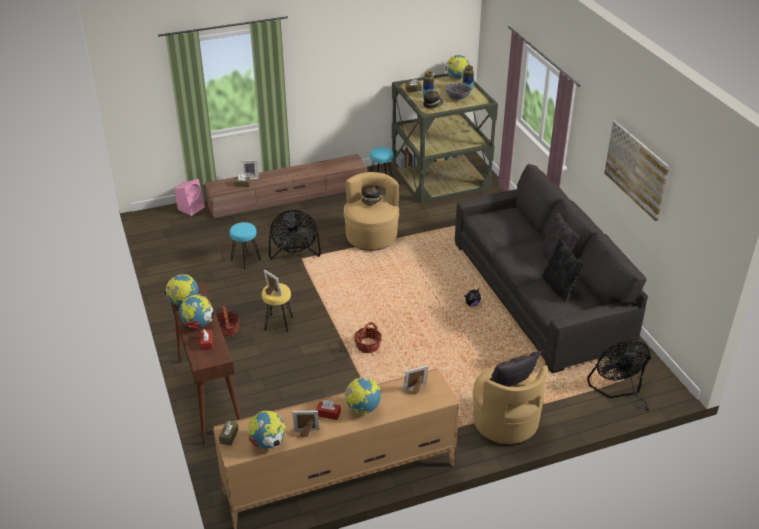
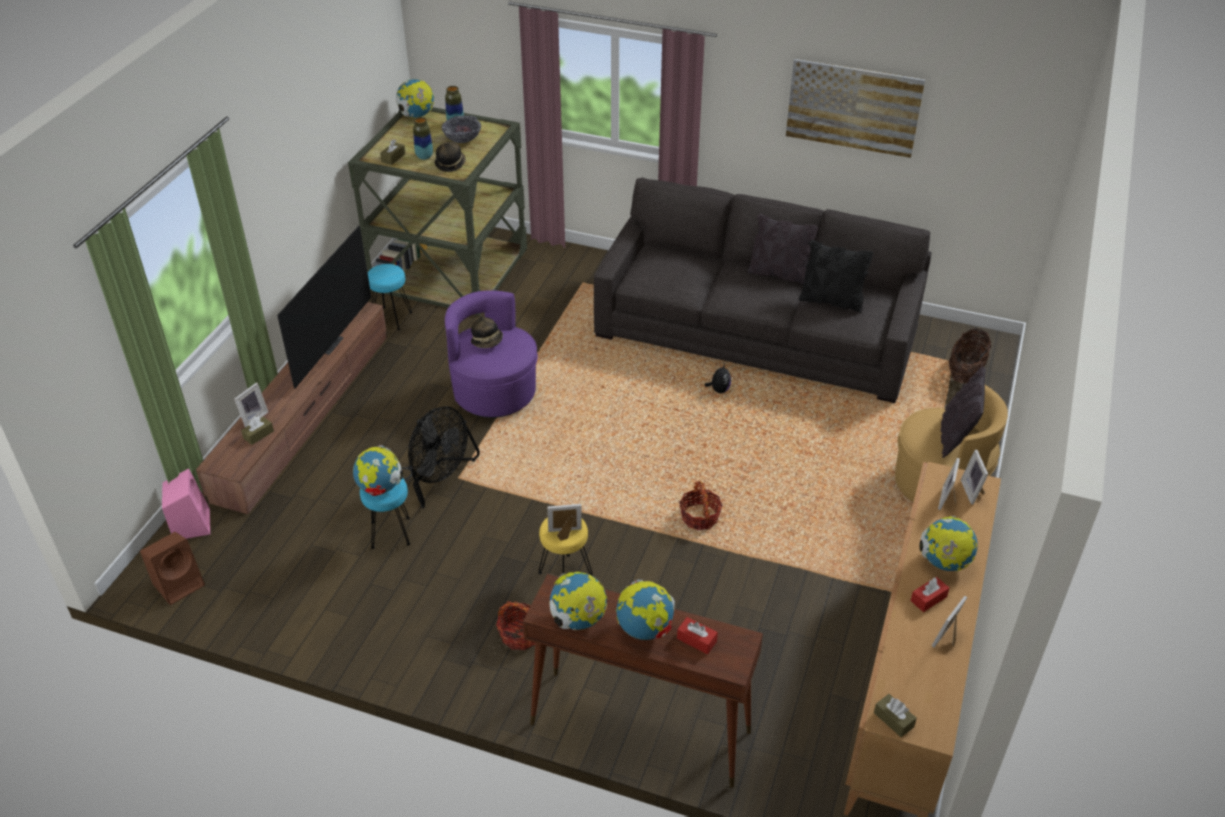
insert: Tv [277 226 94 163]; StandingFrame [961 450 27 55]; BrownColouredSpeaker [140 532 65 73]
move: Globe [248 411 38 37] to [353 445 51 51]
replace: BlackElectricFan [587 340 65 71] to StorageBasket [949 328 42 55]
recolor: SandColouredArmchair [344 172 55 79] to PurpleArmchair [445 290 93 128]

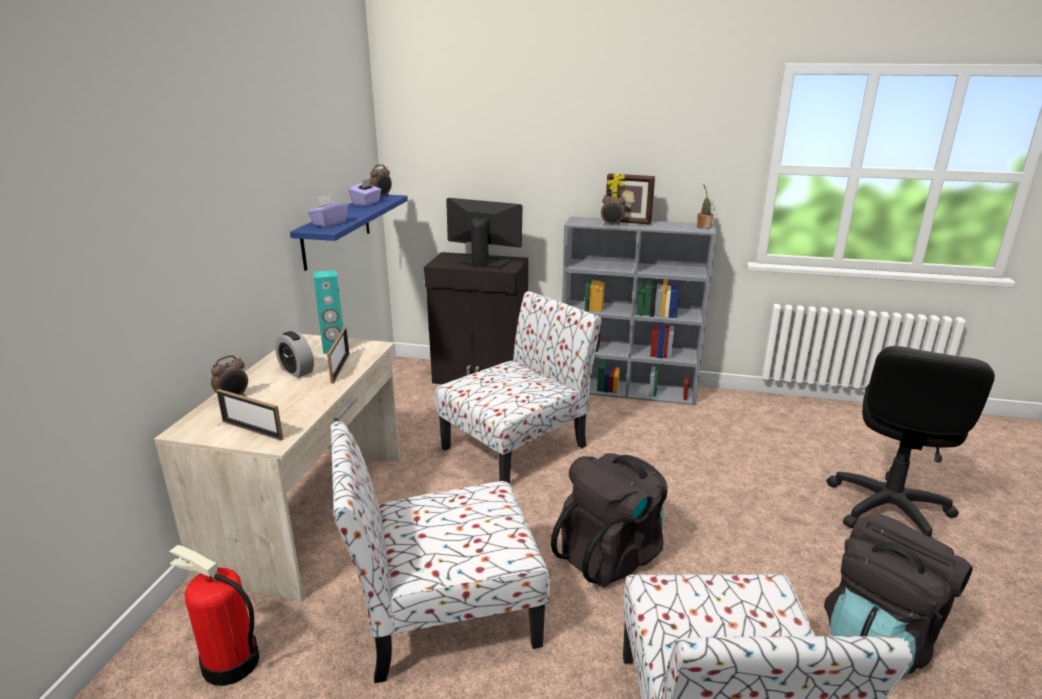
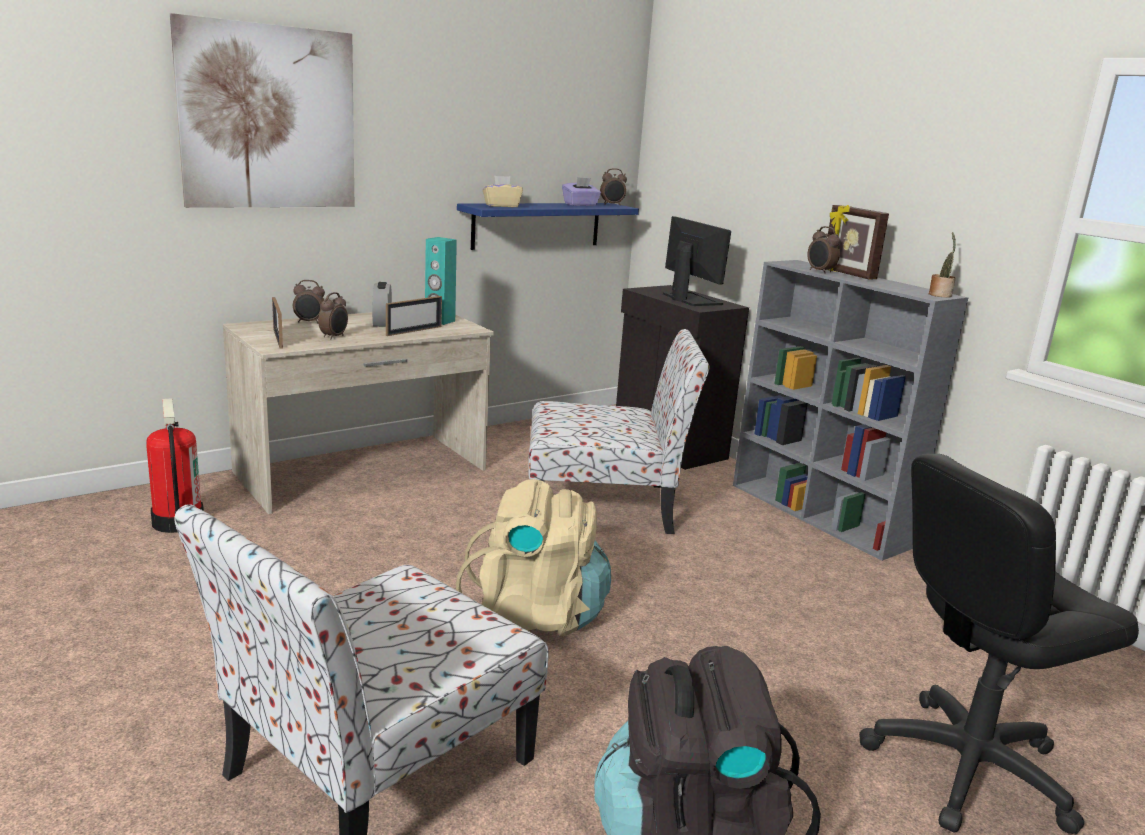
delete: UprightChair [330 421 220 262]
insert: WallArt [170 13 184 195]; TableClock [318 292 30 47]
recolor: PurpleTissueHolder [308 195 40 32] to SandColouredTissueHolder [483 176 40 31]; BlackRucksack [551 453 117 134] to SandColouredRucksack [456 479 155 157]

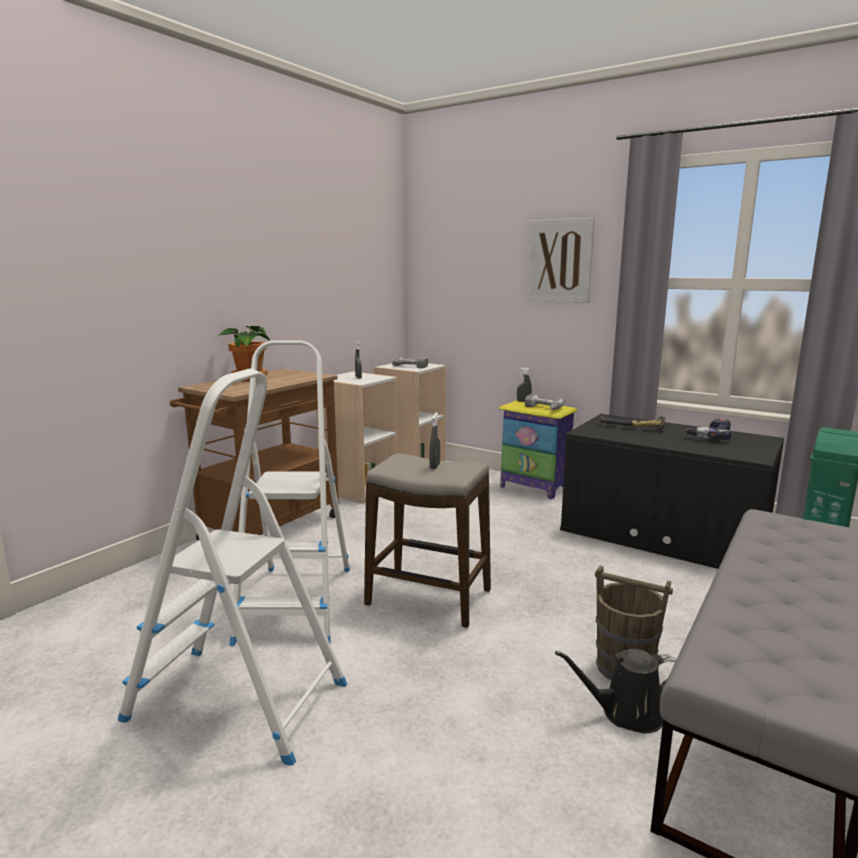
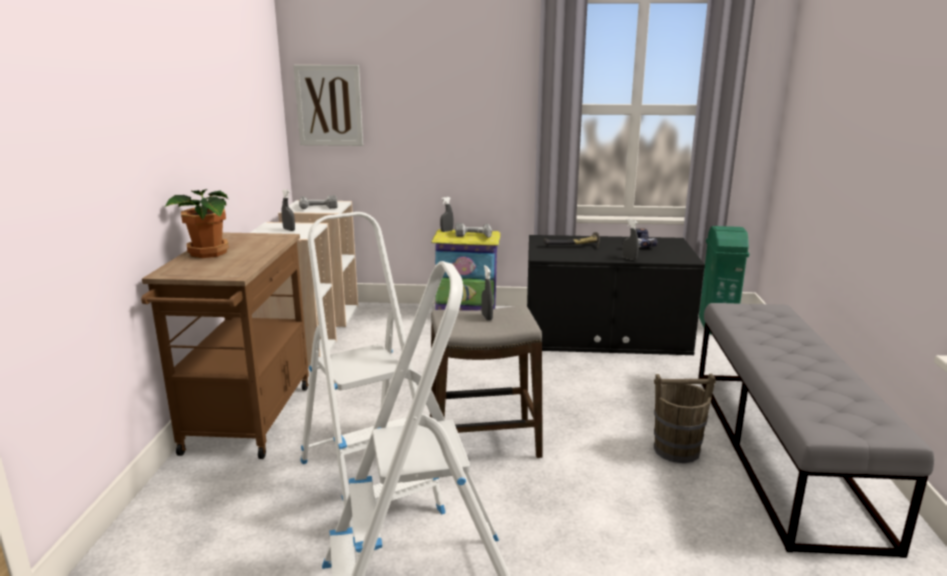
delete: BlackWateringPot [555 649 121 84]
insert: GreyishSprayBottle [622 219 17 41]
move: WallArt [527 218 68 85] to [293 65 70 81]

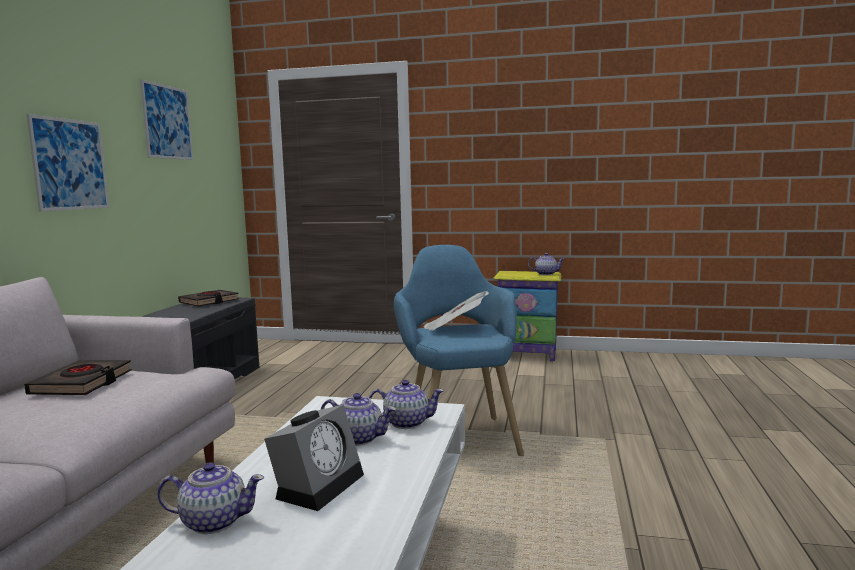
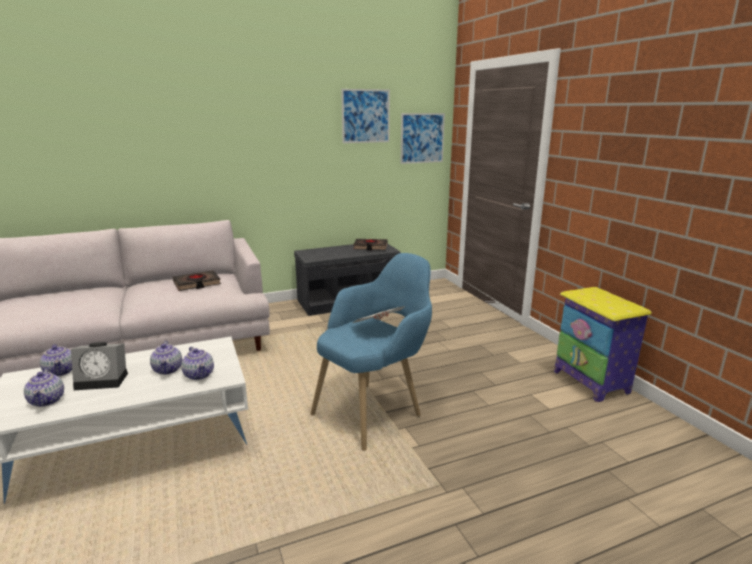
move: WallArt [27 114 82 97] to [400 113 45 51]; PotForTea [528 253 37 22] to [24 368 40 39]

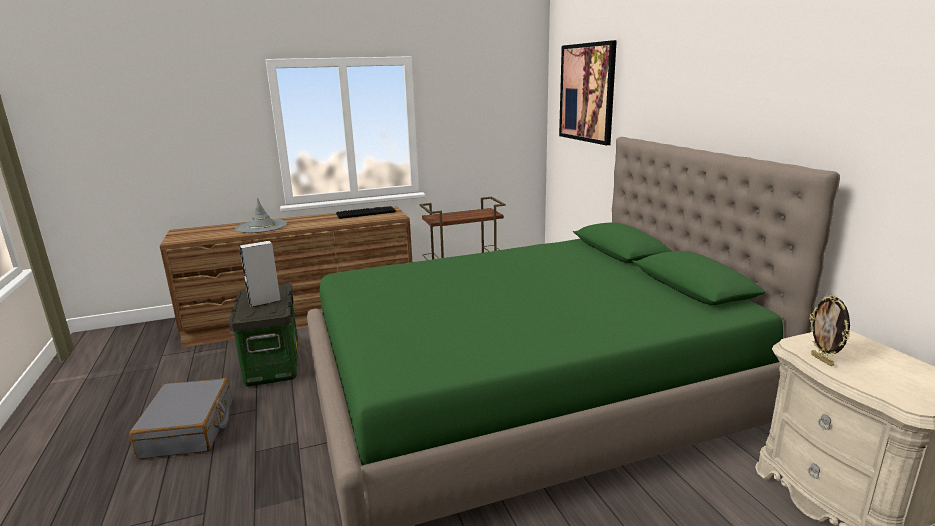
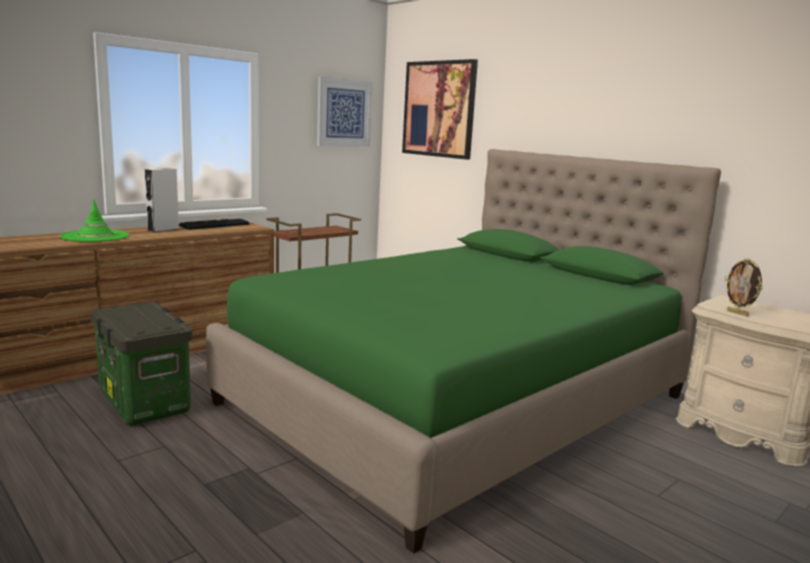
delete: GreyishPieceOfLuggage [129 378 103 81]
insert: WallArt [317 76 55 71]
move: GreyishSpeaker [239 241 42 66] to [145 168 34 64]
recolor: GreyishWearableHat [235 198 52 35] to GreenColouredWearableHat [60 199 69 43]

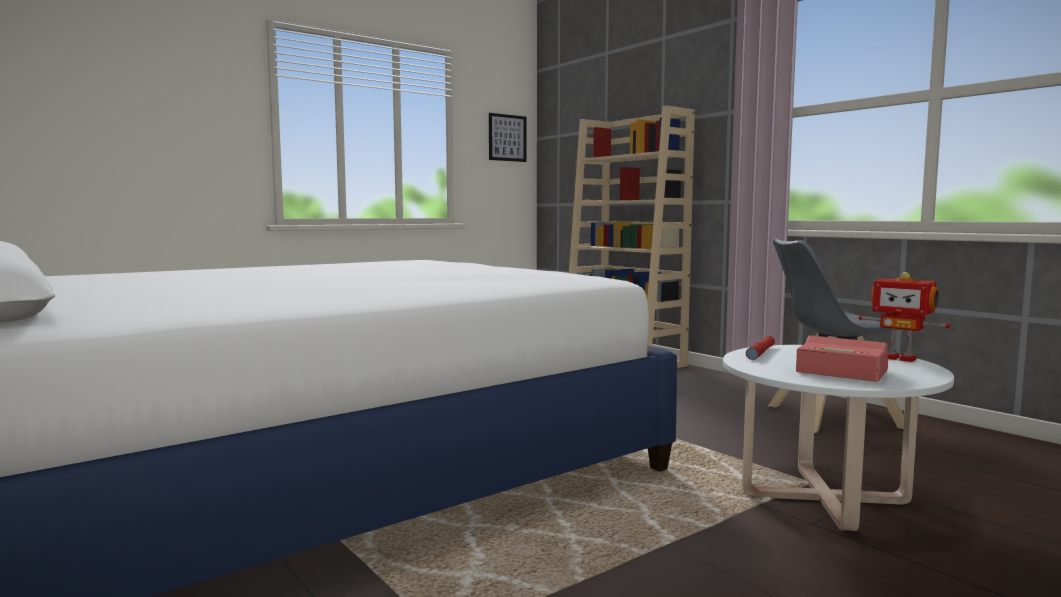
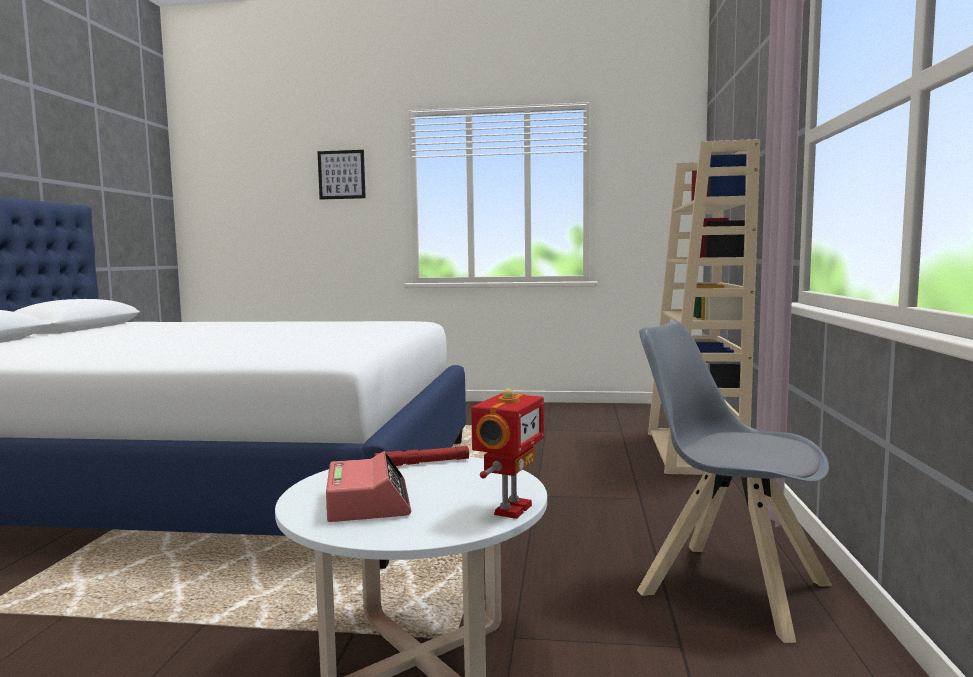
move: WallArt [489 113 38 49] to [317 150 49 49]
rotate: ToyRobot [858 272 93 90] = [471 389 73 130] 150 degrees counterclockwise

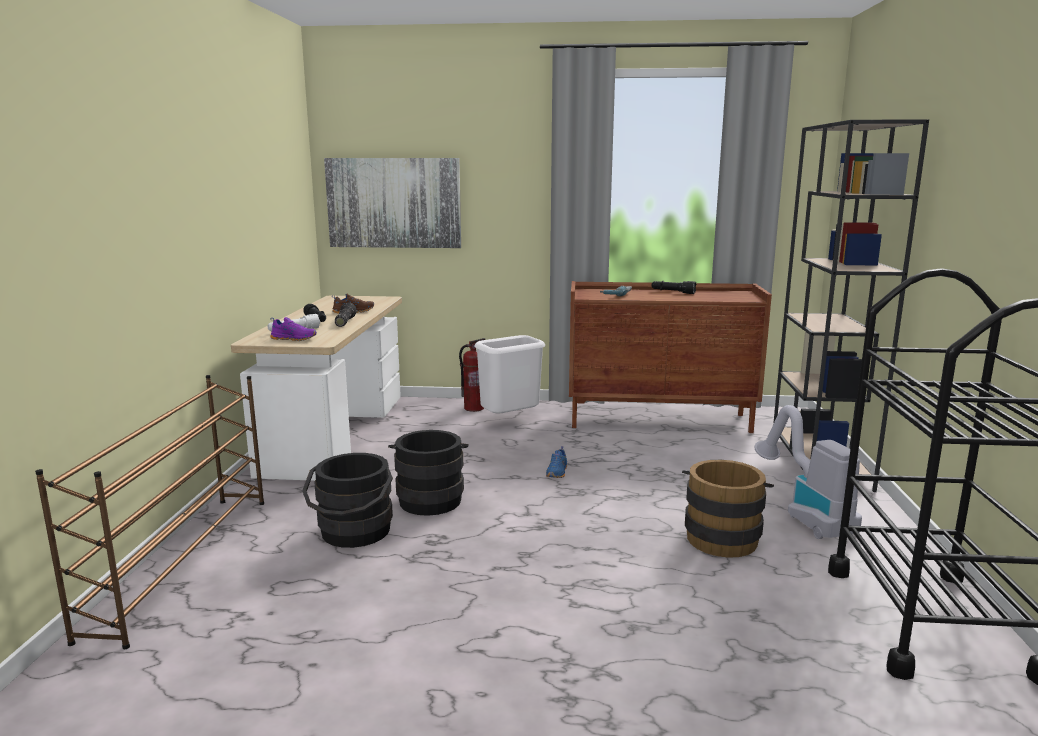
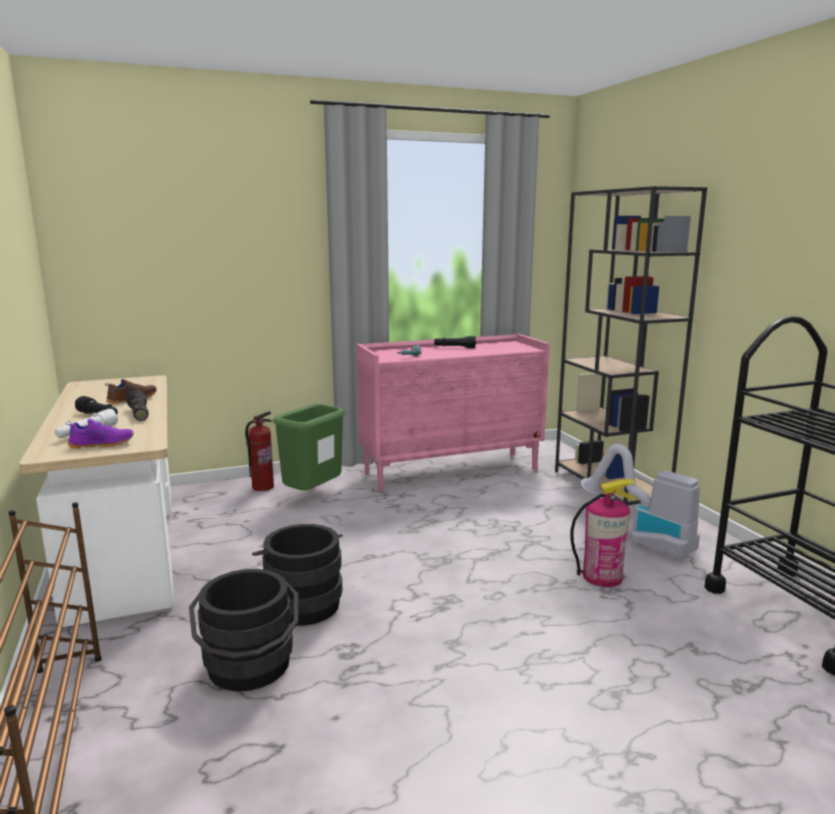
delete: WallArt [324 158 137 90]; BlueColouredItemOfFootwear [546 446 21 32]
replace: BrownColouredBucket [682 460 92 98] to FireExtinguisher [570 479 67 108]
recolor: BrownColouredCabinet [569 281 203 152] to PinkColouredCabinet [356 334 194 158]; WhitishRubbishBin [474 335 71 78] to GreenColouredRubbishBin [273 404 72 86]

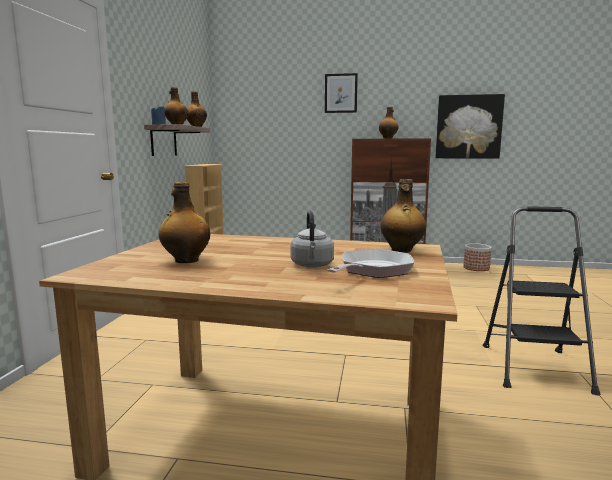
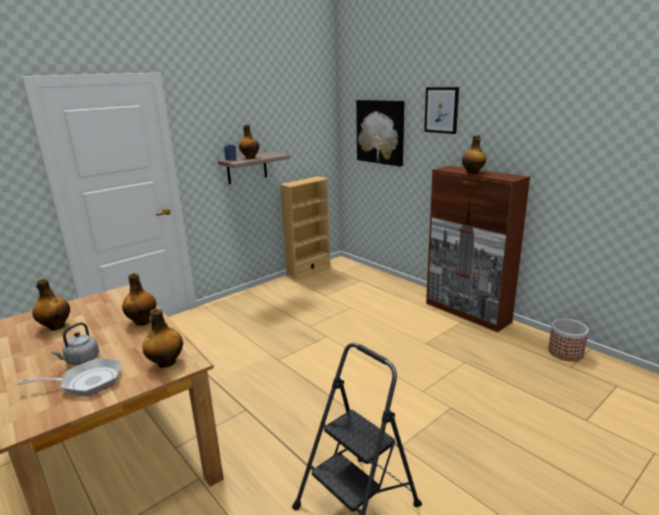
move: DrinkBottle [187 91 20 36] to [122 273 34 53]; WallArt [435 94 70 65] to [356 100 48 67]

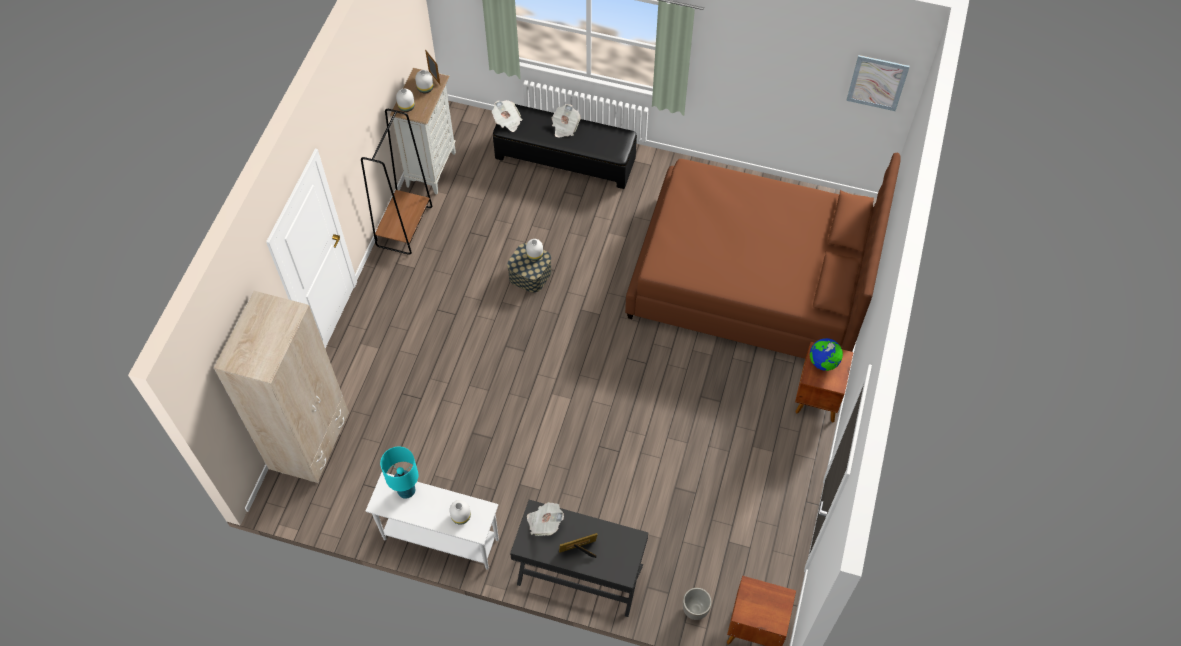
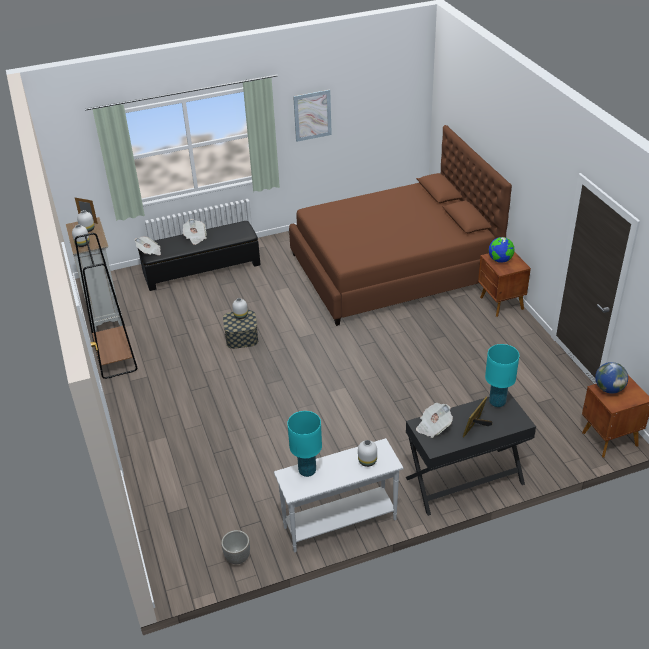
delete: SandColouredWardrobe [214 291 135 192]
insert: TurquoiseColouredTableLamp [485 344 34 63]; Globe [595 362 33 32]
move: WallArt [846 55 64 56] to [293 90 39 52]; Planter [683 588 29 32] to [221 530 29 34]

